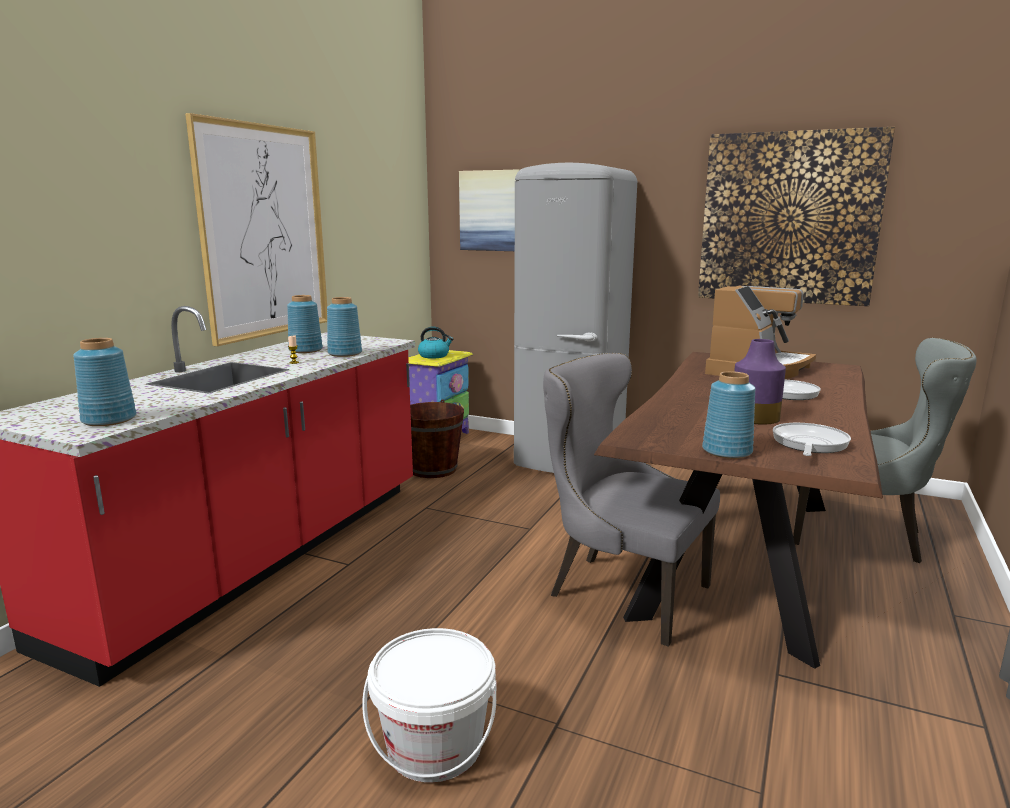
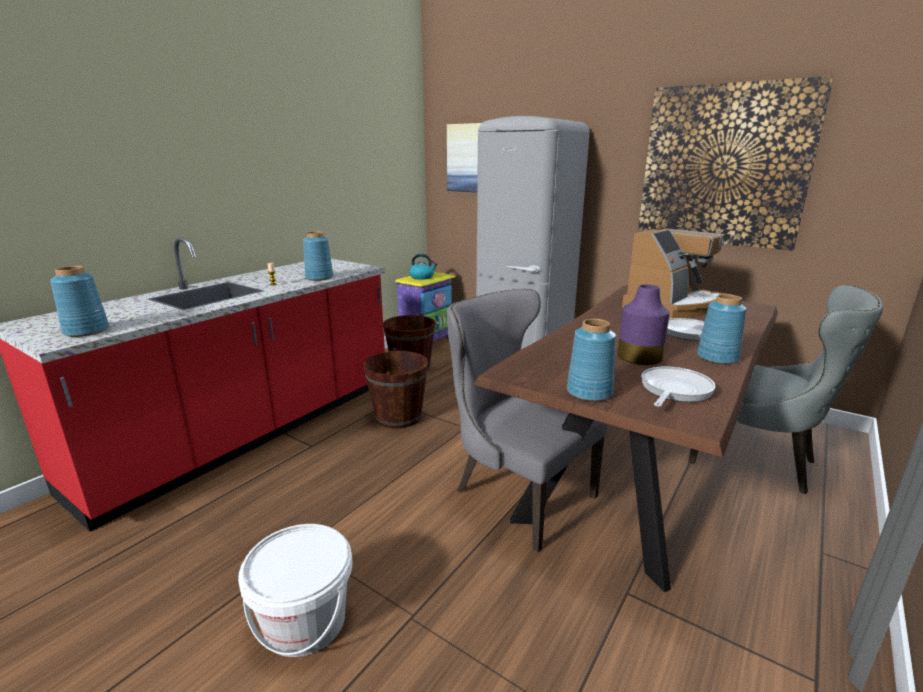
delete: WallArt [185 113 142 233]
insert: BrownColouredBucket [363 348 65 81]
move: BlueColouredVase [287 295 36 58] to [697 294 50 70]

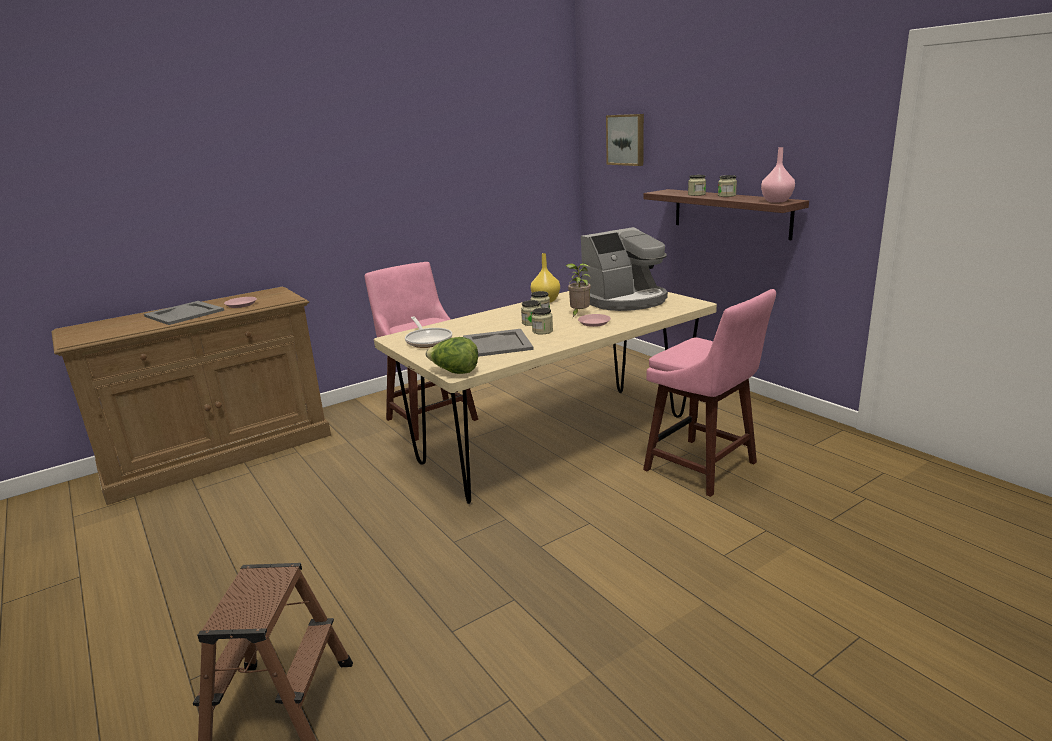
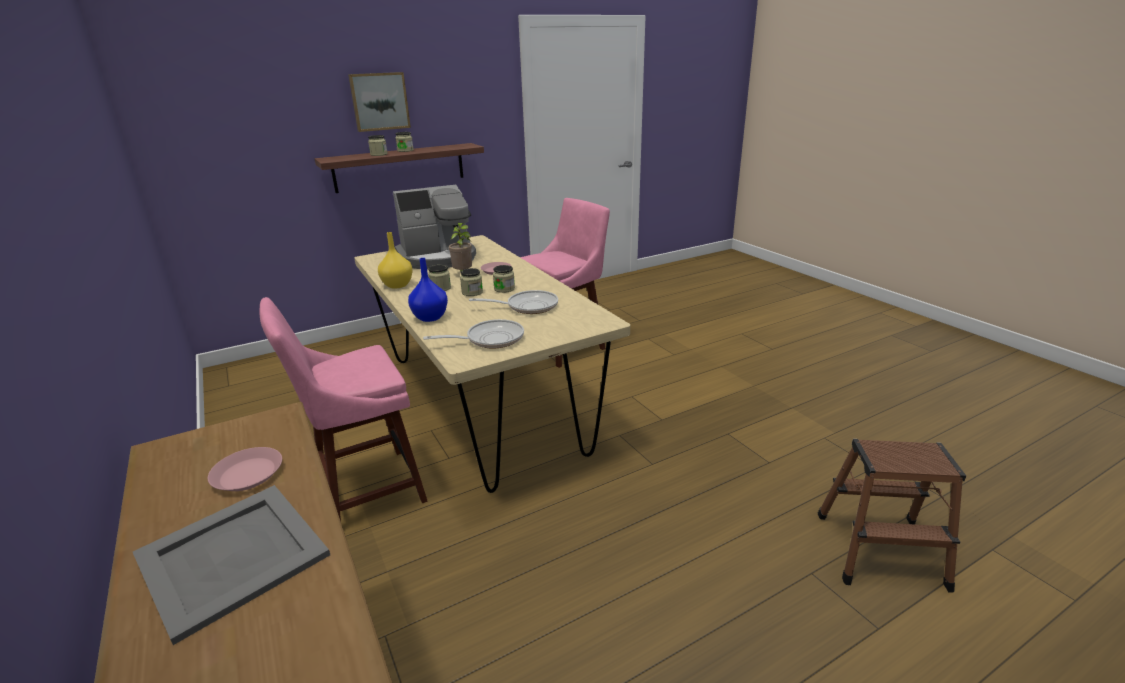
delete: PinkColouredVase [761 147 34 56]; LettuceHead [426 337 52 37]
insert: BlueColouredVase [408 258 40 64]
move: WallArt [606 114 38 52] to [348 72 63 60]
replace: GreyishTray [463 329 71 28] to Skillet [469 290 89 24]
rotate: CoffeeMaker [581 227 87 84] = [393 185 83 84] 90 degrees clockwise

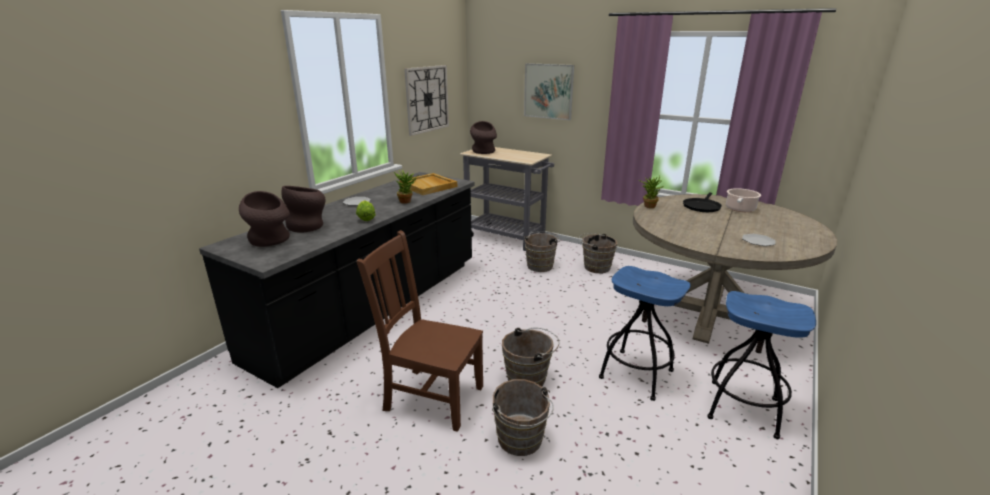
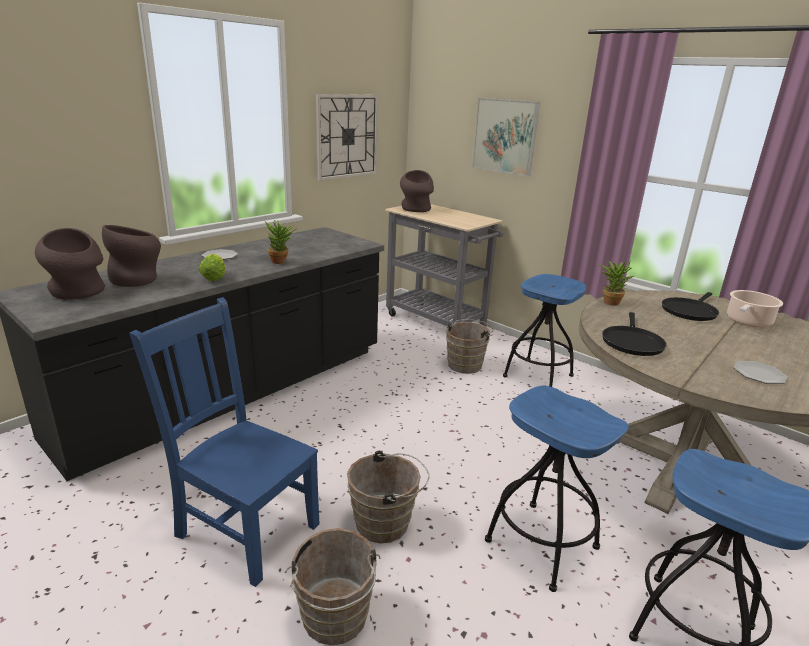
delete: SandColouredTray [399 173 58 22]
insert: BlackSkillet [602 312 65 44]
replace: BrownColouredBucket [579 233 38 40] to BlueColouredStool [503 274 83 113]
recolor: BrownColouredUprightChair [356 230 127 202] to BlueColouredUprightChair [129 297 191 290]

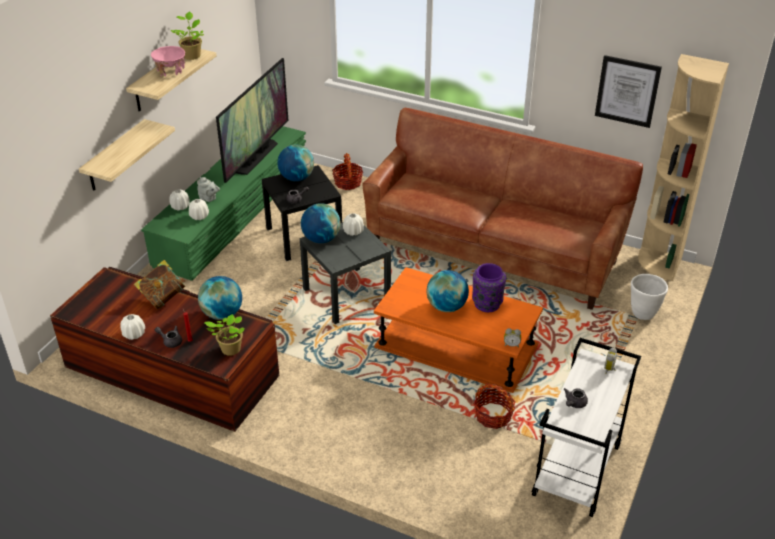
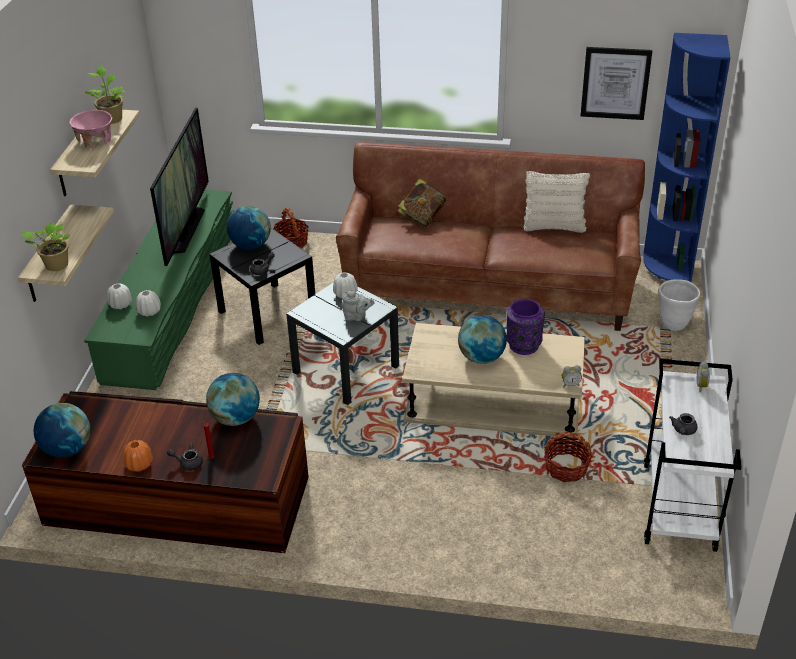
insert: SandColouredThrowPillow [524 171 66 62]
move: GreyishPotForTea [197 177 23 25] to [341 291 34 30]; Globe [301 203 40 40] to [34 403 56 54]; Book [134 260 52 50] to [397 178 49 49]; PlantInAPot [204 314 41 42] to [21 222 48 49]
recolor: SandColouredBookshelf [638 54 91 227] to BlueColouredBookshelf [643 33 87 249]; OrangeColouredLoungeTable [374 267 169 126] to SandColouredLoungeTable [402 323 183 114]; WhitishVase [120 314 25 26] to OrangeColouredVase [123 440 30 31]

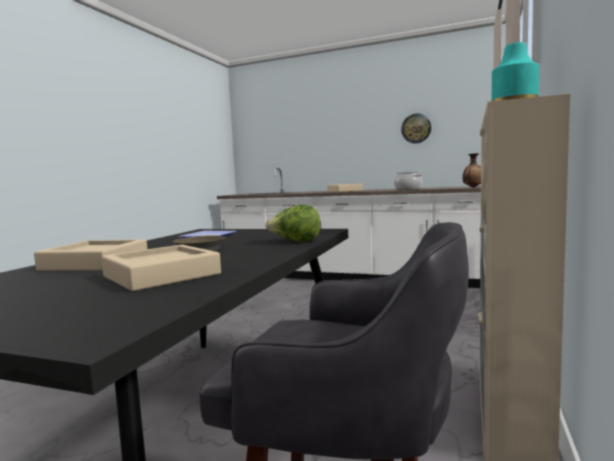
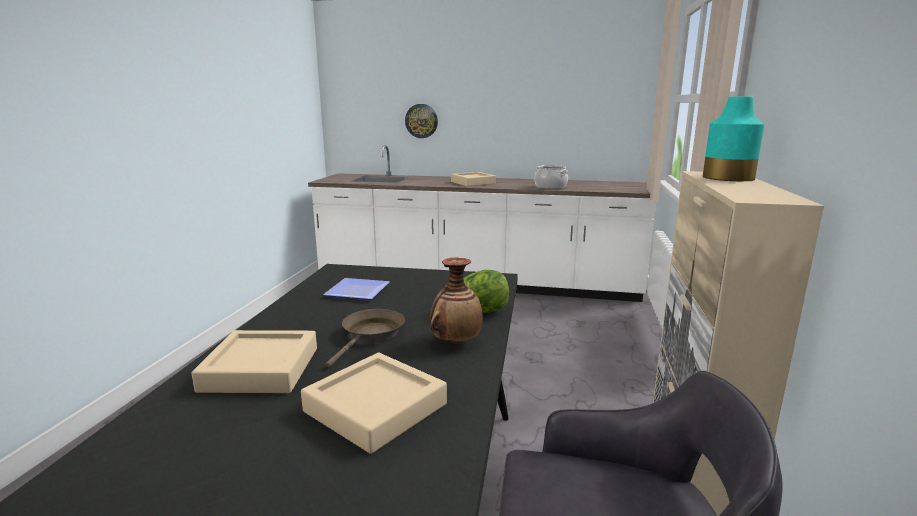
move: ClockOnTheWall [401 113 30 31] to [405 104 33 34]; Vase [463 153 18 35] to [430 258 53 86]

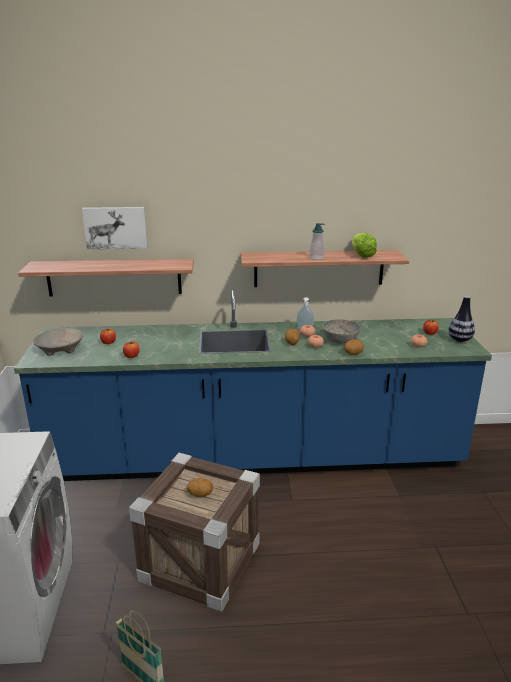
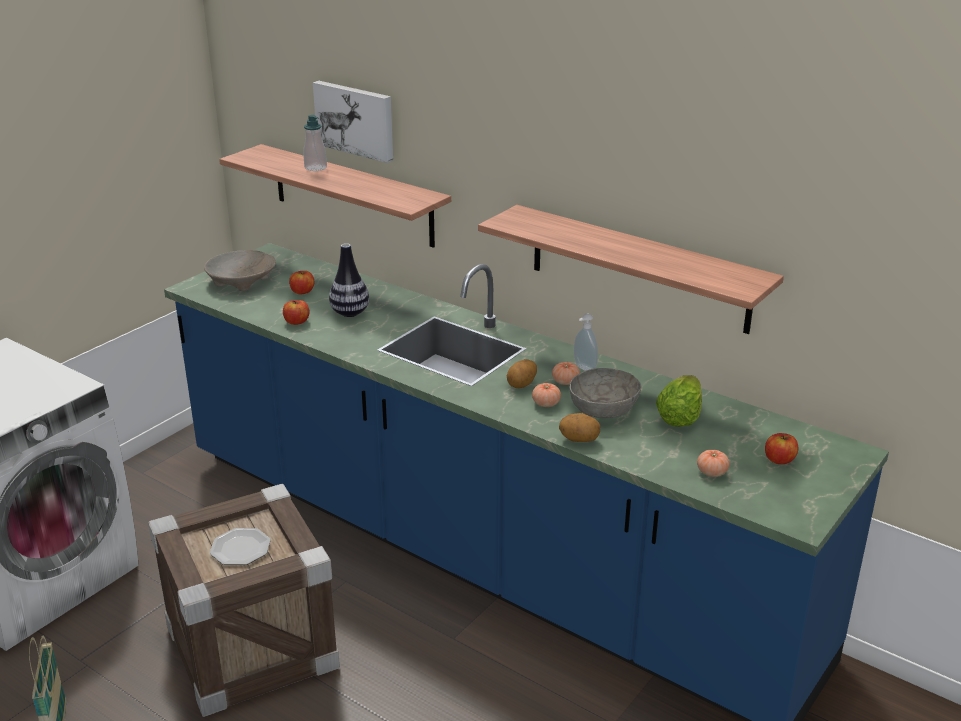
move: LiquidSoapBottle [309 223 16 37] to [304 115 23 56]; LettuceHead [352 233 25 25] to [656 375 46 52]; Vase [448 296 27 46] to [329 243 40 74]
replace: Spud [187 478 26 19] to FlatDish [210 528 61 37]

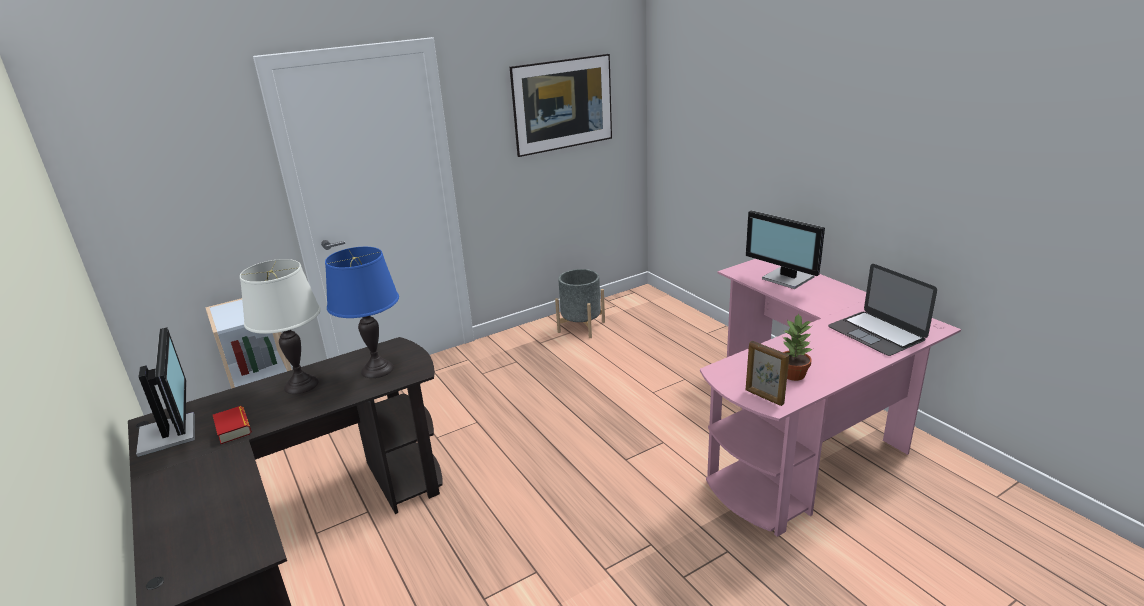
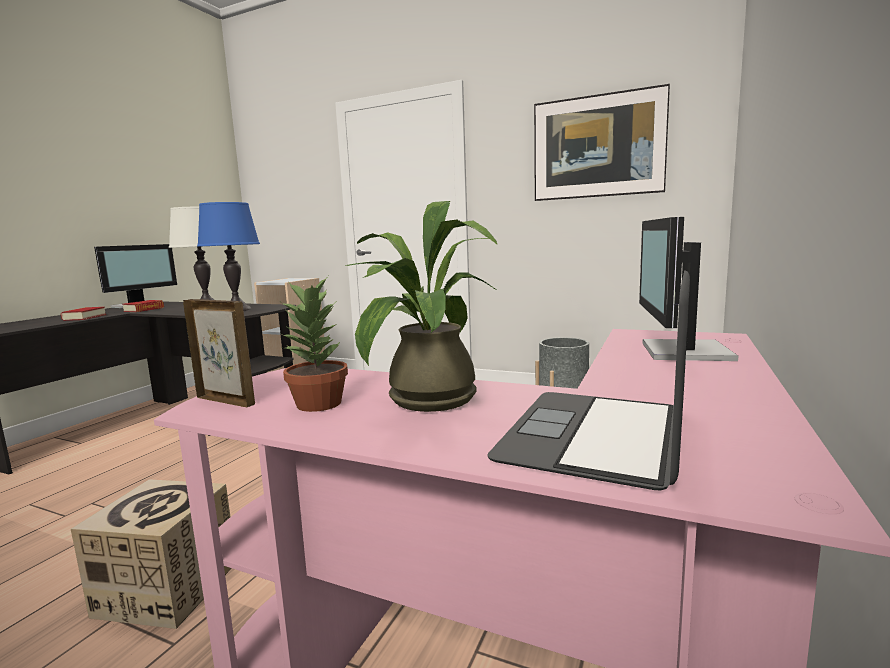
insert: PlantInAPot [345 201 152 211]; Book [61 307 45 14]; CardboardBox [71 479 160 150]
rotate: StandingFrame [746 341 43 65] = [183 299 72 108] 105 degrees clockwise

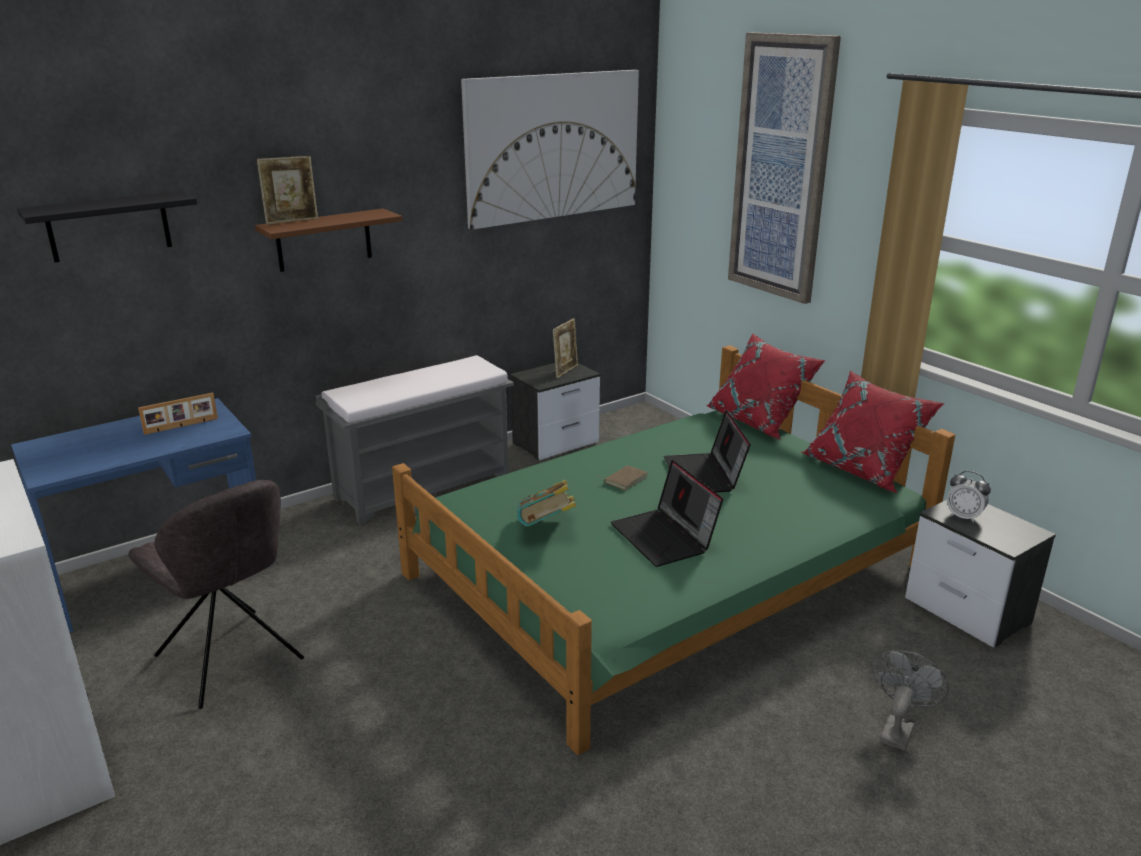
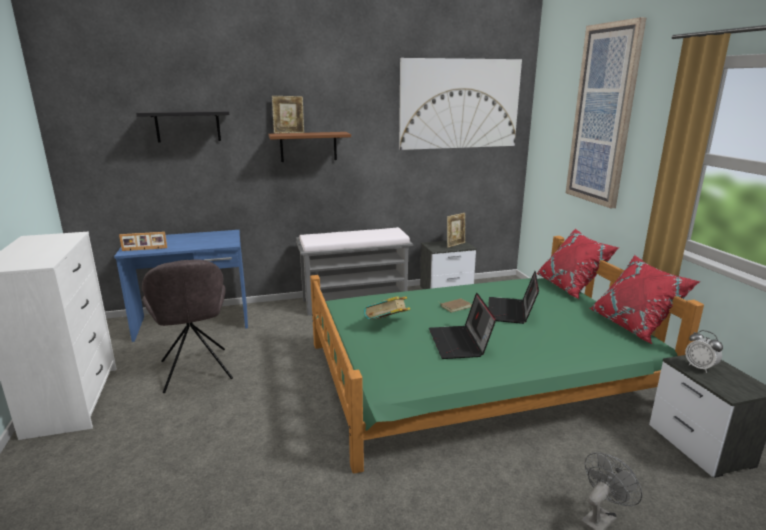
move: StandingFrame [138 393 80 42] to [119 232 48 19]

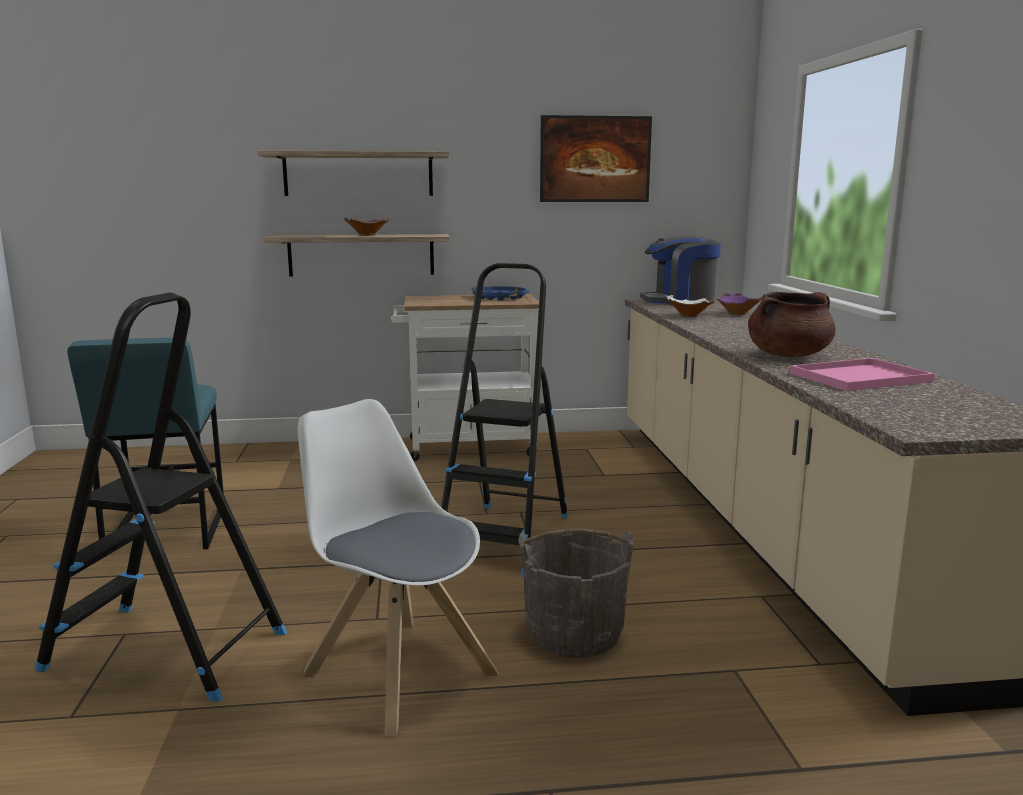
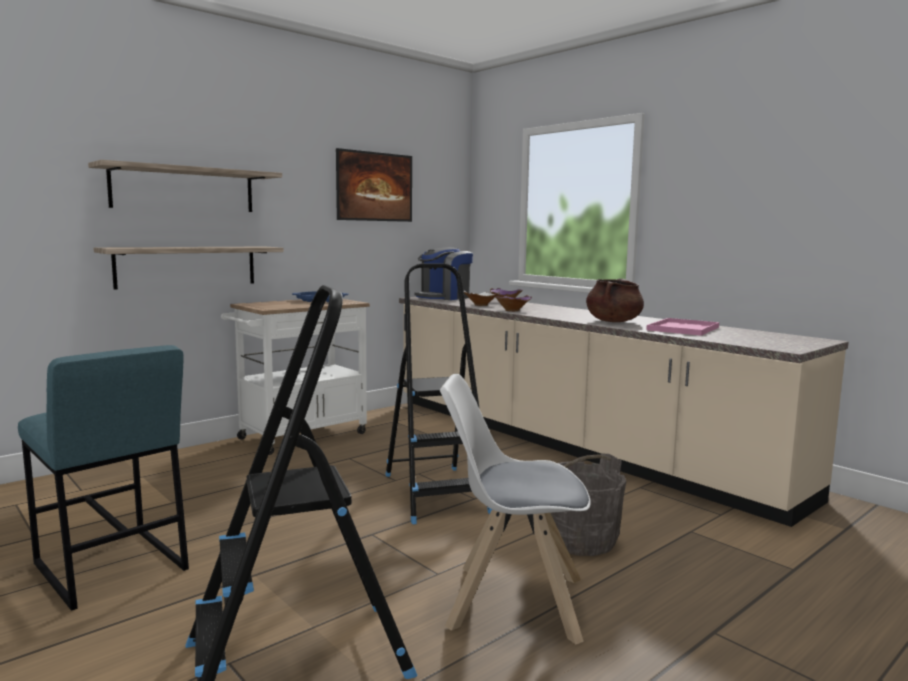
move: PurpleBowl [344 218 45 18] to [496 295 36 16]

